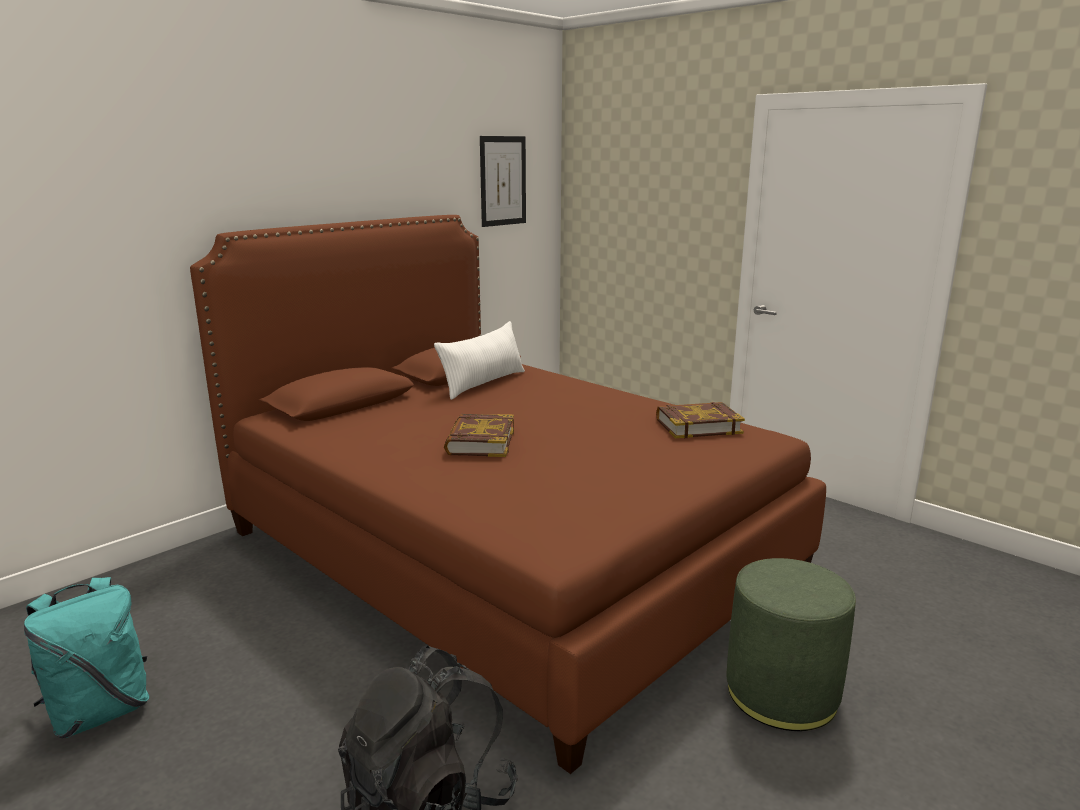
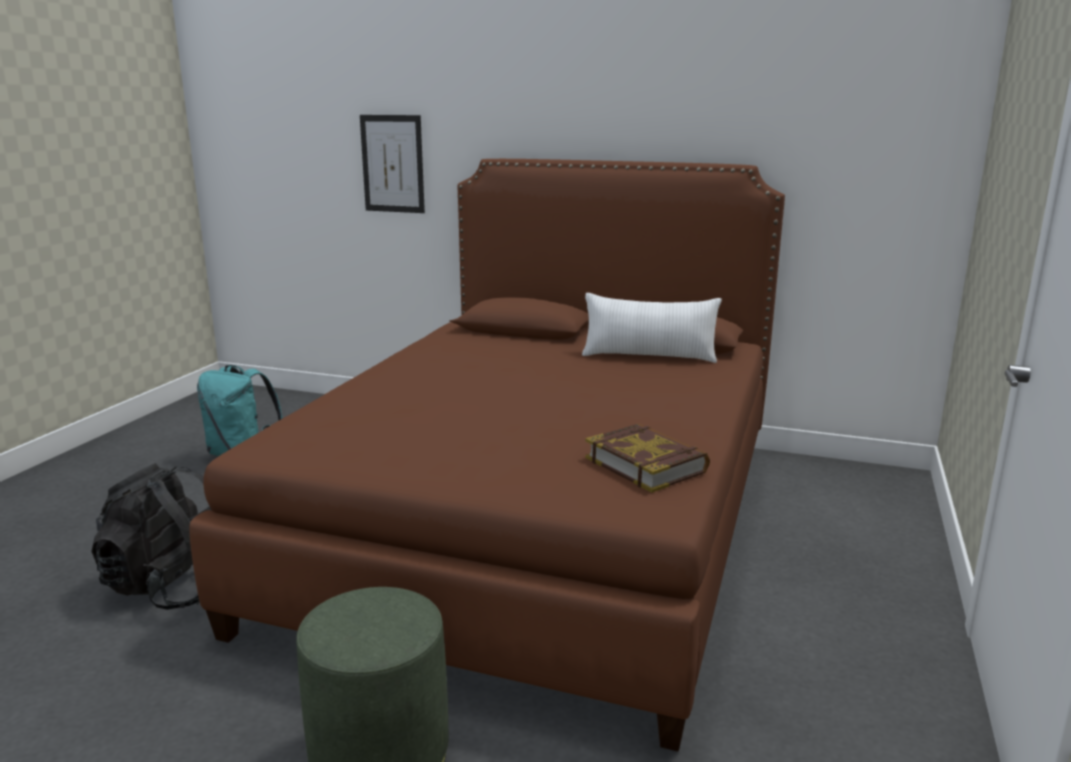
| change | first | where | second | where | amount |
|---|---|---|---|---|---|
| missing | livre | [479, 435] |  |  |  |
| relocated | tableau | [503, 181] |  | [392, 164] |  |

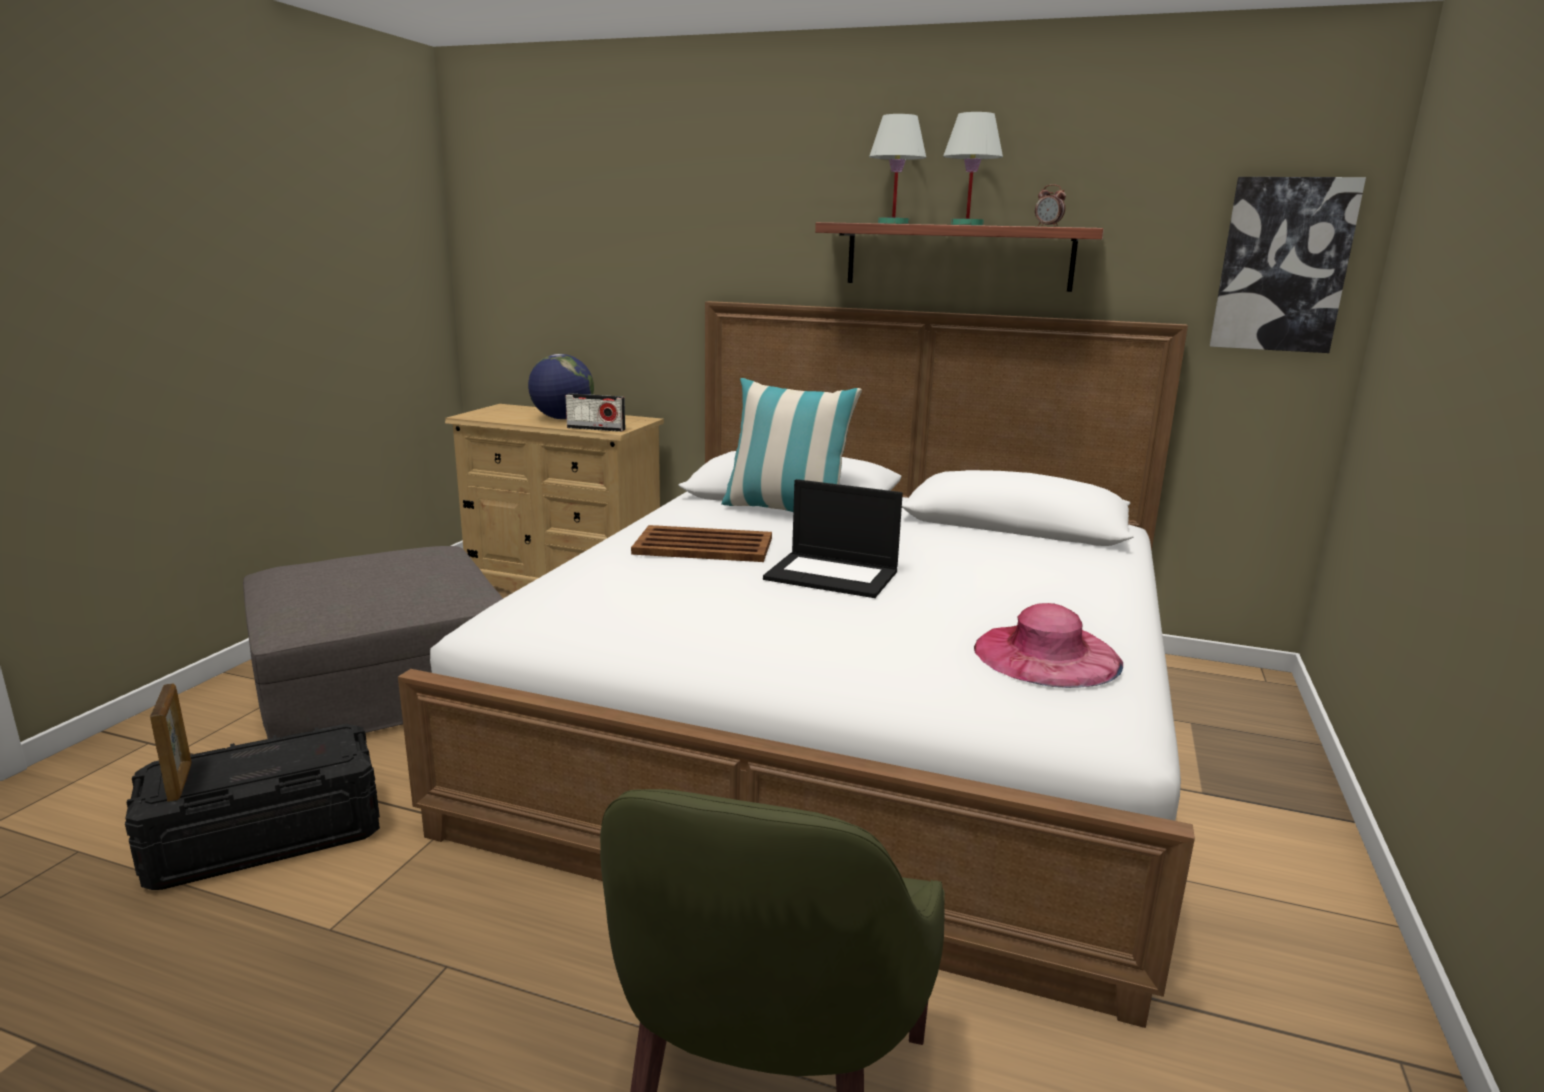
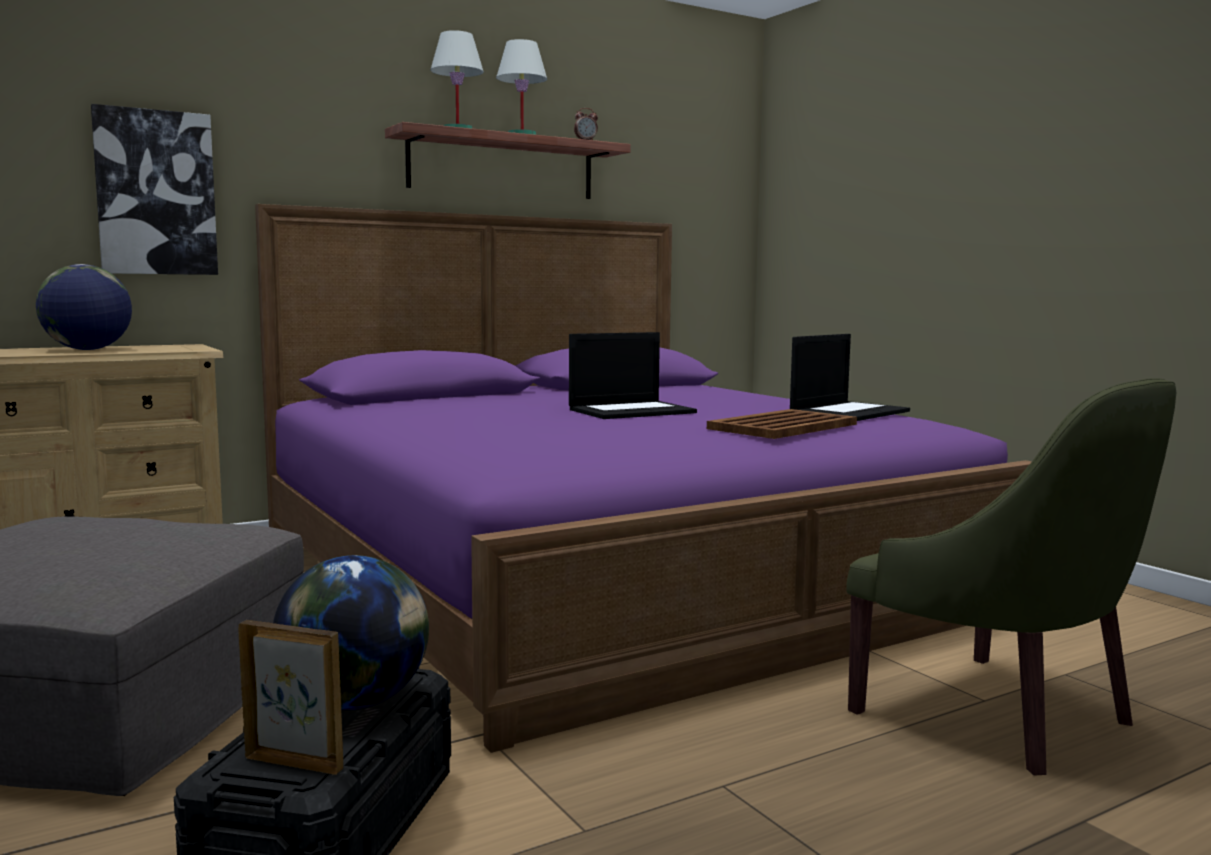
| change | first | where | second | where | amount |
|---|---|---|---|---|---|
| colour | lit (blanc) | [796, 664] | lit (violet) | [643, 478] |  |
| missing | radio | [595, 412] |  |  |  |
| relocated | plateau (marron) | [701, 543] |  | [782, 424] |  |
| missing | coussin | [791, 445] |  |  |  |
| exchanged | chapeau (rose) | [1048, 645] | ordinateur portable | [850, 377] |  |
| relocated | tableau | [1288, 265] |  | [154, 189] |  |
| appeared |  |  | globe | [351, 632] |  |

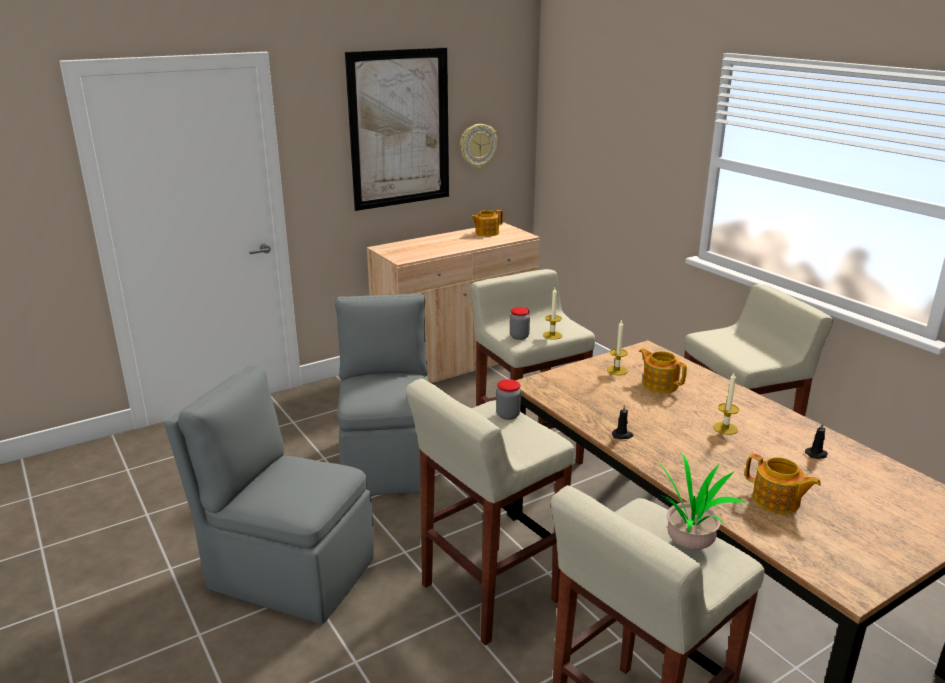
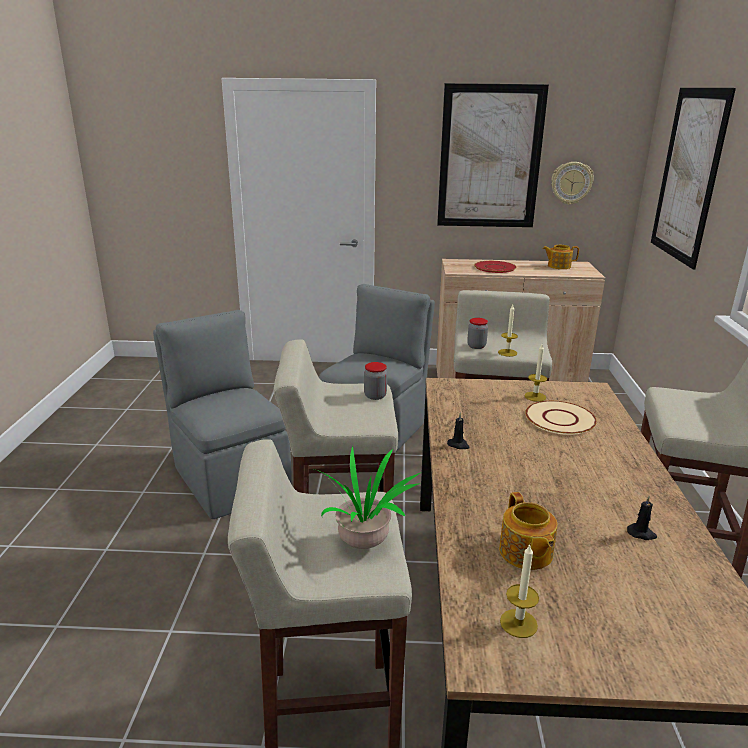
| change | first | where | second | where | amount |
|---|---|---|---|---|---|
| exchanged | théière | [663, 370] | assiette (beige) | [561, 418] |  |
| relocated | bougie | [726, 404] |  | [519, 591] |  |
| appeared |  |  | assiette (rouge) | [495, 267] |  |
| appeared |  |  | tableau | [693, 179] |  |

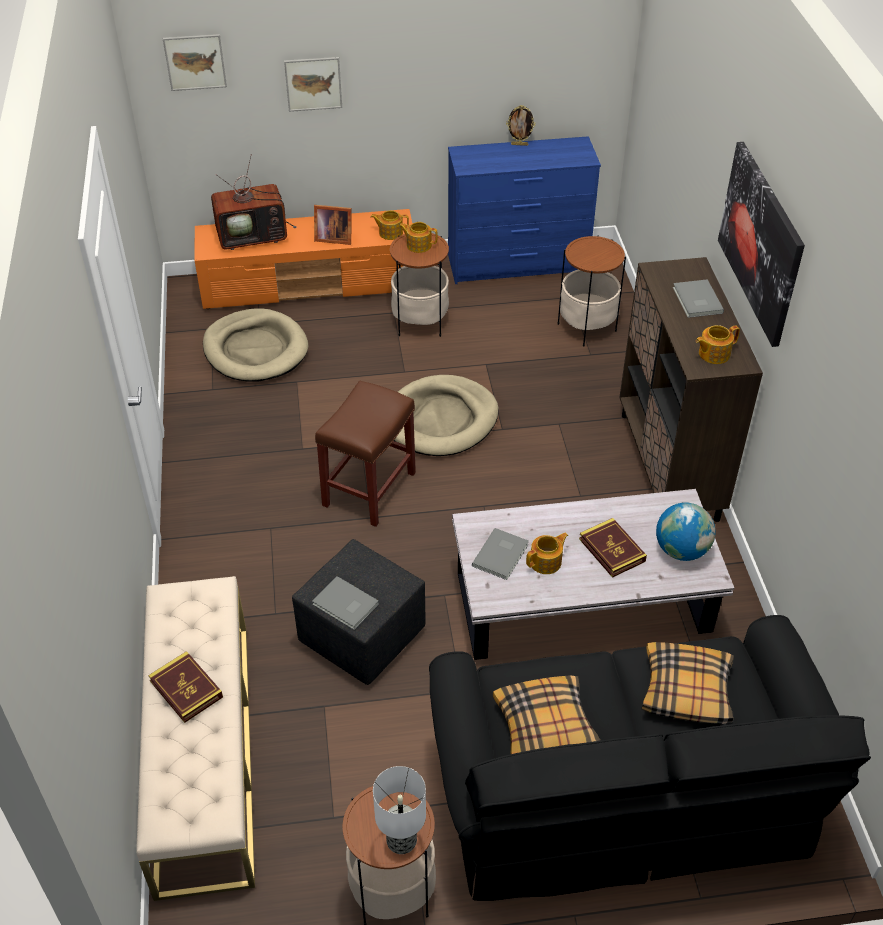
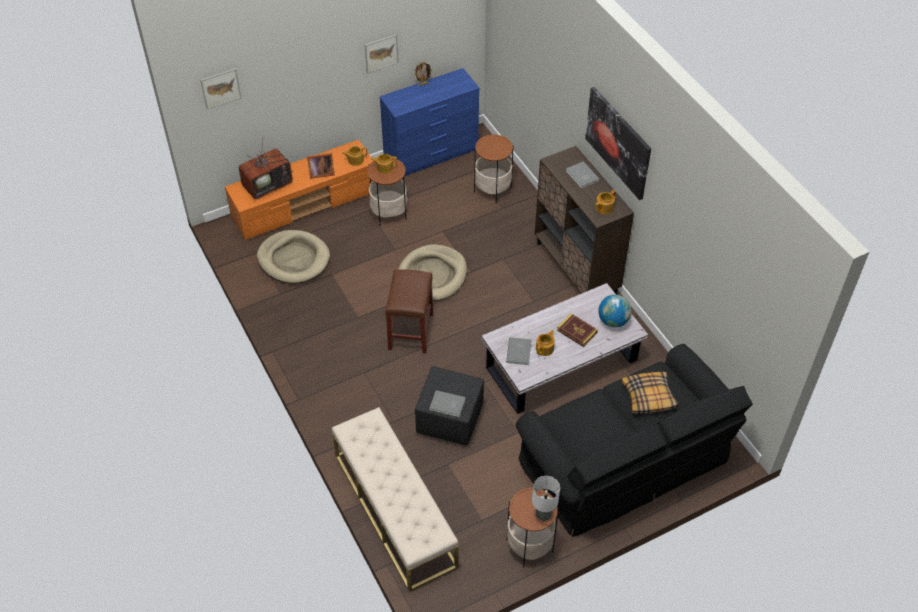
| change | first | where | second | where | amount |
|---|---|---|---|---|---|
| missing | livre | [185, 687] |  |  |  |
| relocated | tableau | [313, 84] |  | [382, 54] |  |
| missing | coussin | [546, 714] |  |  |  |

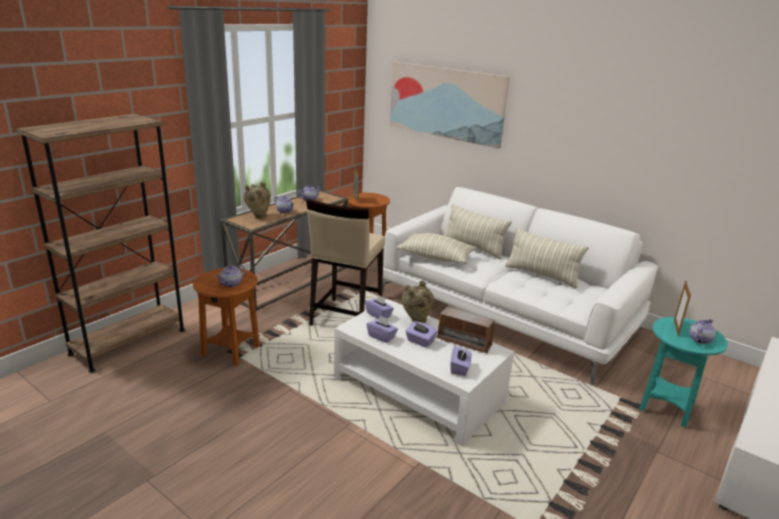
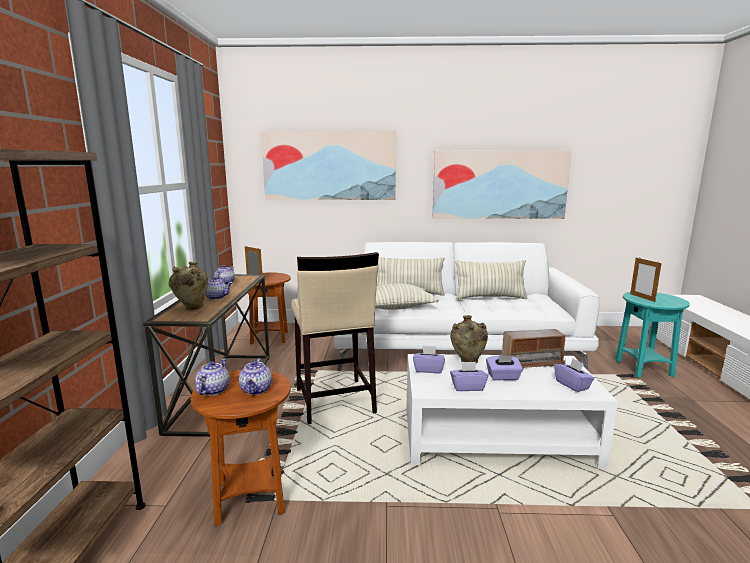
| change | first | where | second | where | amount |
|---|---|---|---|---|---|
| relocated | théière | [702, 331] |  | [212, 377] |  |
| appeared |  |  | tableau | [502, 185] |  |

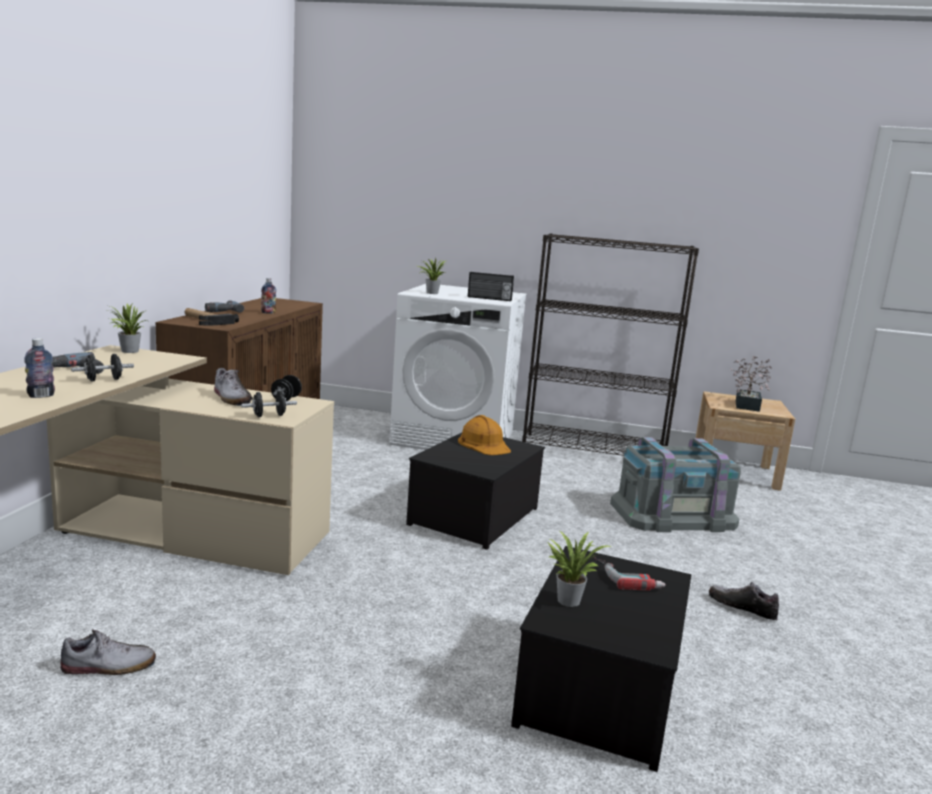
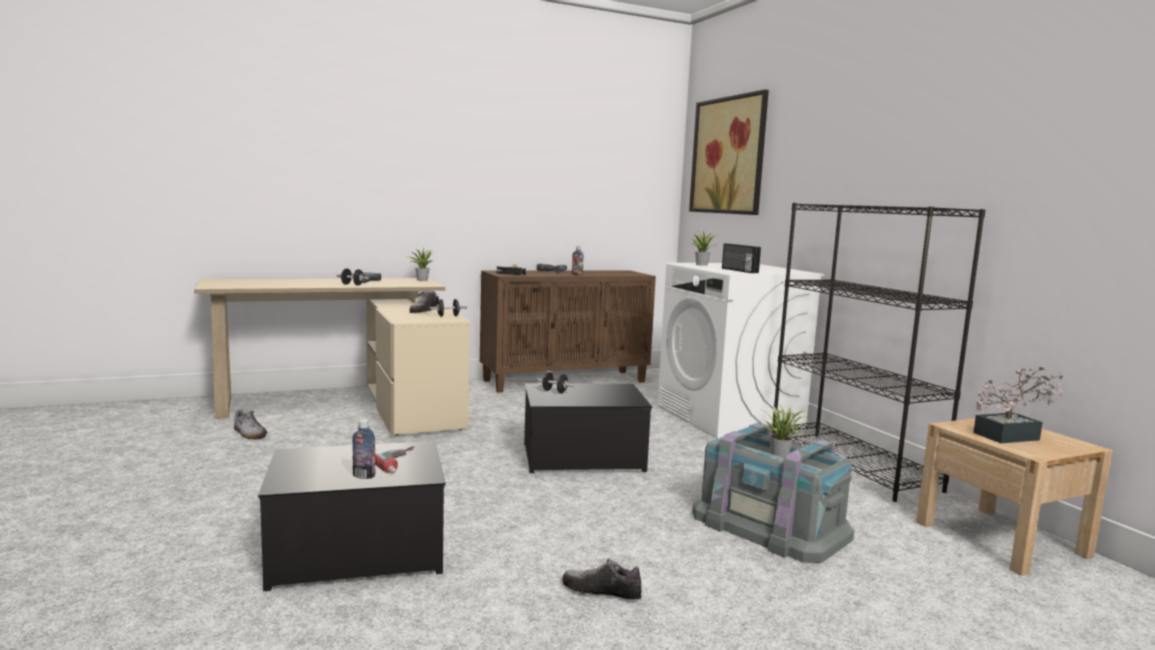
| change | first | where | second | where | amount |
|---|---|---|---|---|---|
| relocated | bouteille | [39, 368] |  | [364, 449] |  |
| relocated | haltère (noir) | [269, 404] |  | [555, 382] |  |
| missing | casque de chantier (orange) | [484, 435] |  |  |  |
| relocated | plante en pot | [579, 569] |  | [784, 431] |  |
| spun | chaussure | [744, 601] |  | [602, 579] | 75 degrees counterclockwise |
| appeared |  |  | tableau | [729, 152] |  |

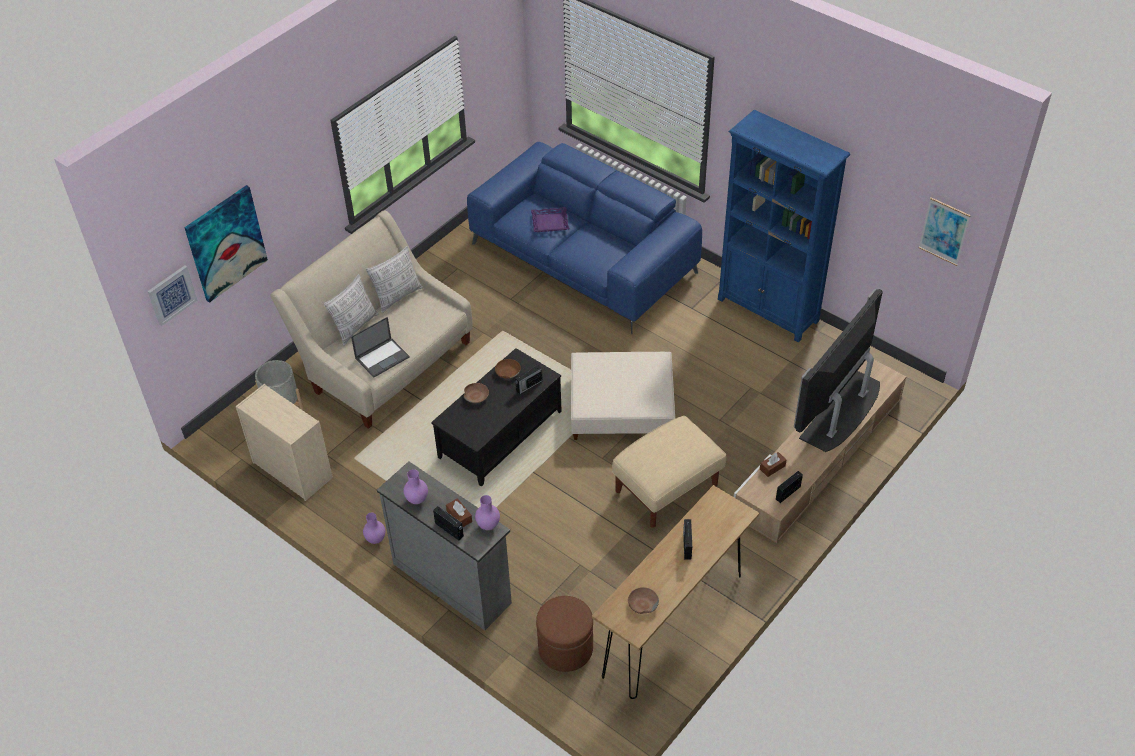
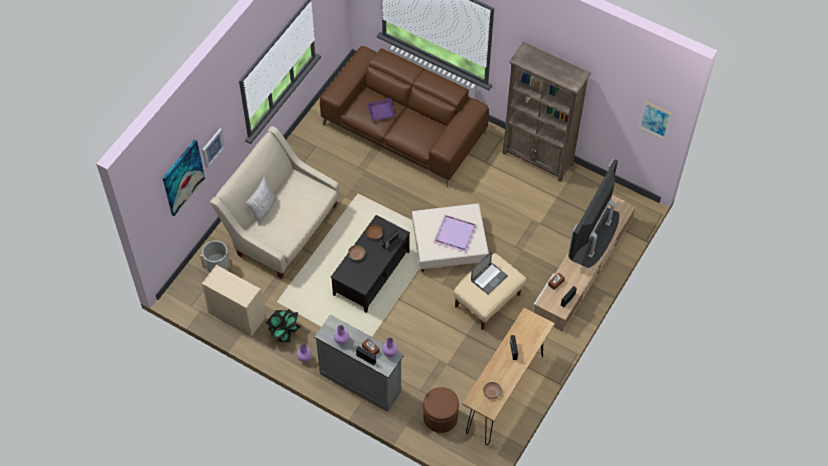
| change | first | where | second | where | amount |
|---|---|---|---|---|---|
| relocated | tableau | [172, 295] |  | [213, 148] |  |
| relocated | ordinateur portable | [380, 347] |  | [489, 273] |  |
| missing | coussin | [394, 279] |  |  |  |
| colour | canapé (bleu) | [584, 238] | canapé (marron) | [404, 116] |  |
| colour | bibliothèque (bleu) | [784, 226] | bibliothèque (marron) | [546, 112] |  |
| appeared |  |  | plante en pot | [283, 326] |  |
| appeared |  |  | plateau (violet) | [455, 233] |  |

